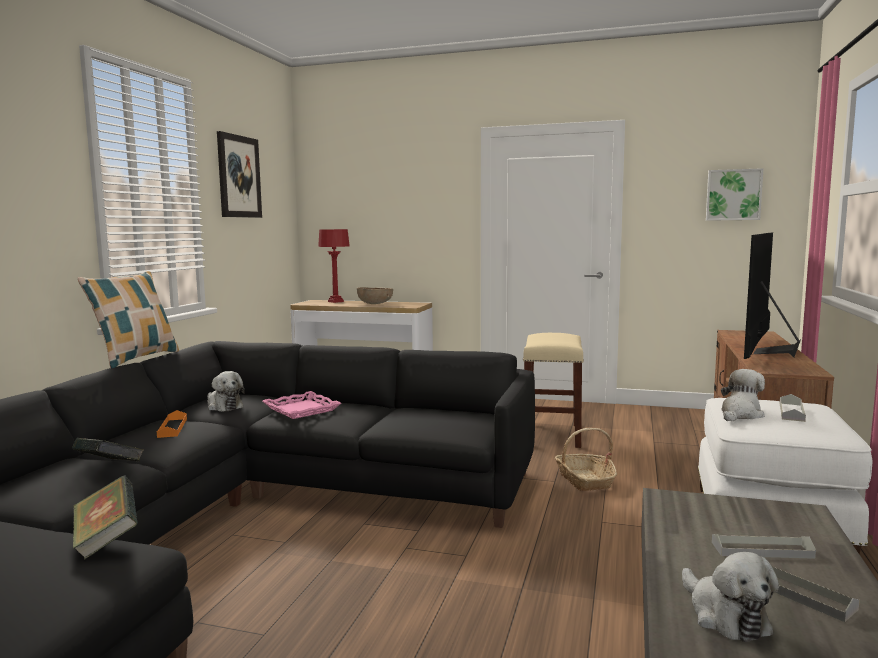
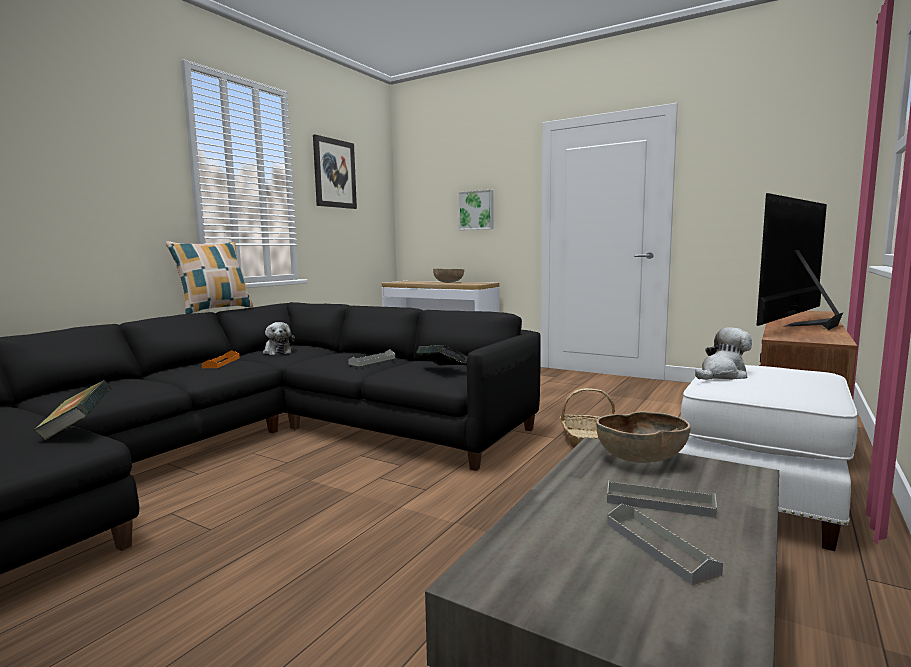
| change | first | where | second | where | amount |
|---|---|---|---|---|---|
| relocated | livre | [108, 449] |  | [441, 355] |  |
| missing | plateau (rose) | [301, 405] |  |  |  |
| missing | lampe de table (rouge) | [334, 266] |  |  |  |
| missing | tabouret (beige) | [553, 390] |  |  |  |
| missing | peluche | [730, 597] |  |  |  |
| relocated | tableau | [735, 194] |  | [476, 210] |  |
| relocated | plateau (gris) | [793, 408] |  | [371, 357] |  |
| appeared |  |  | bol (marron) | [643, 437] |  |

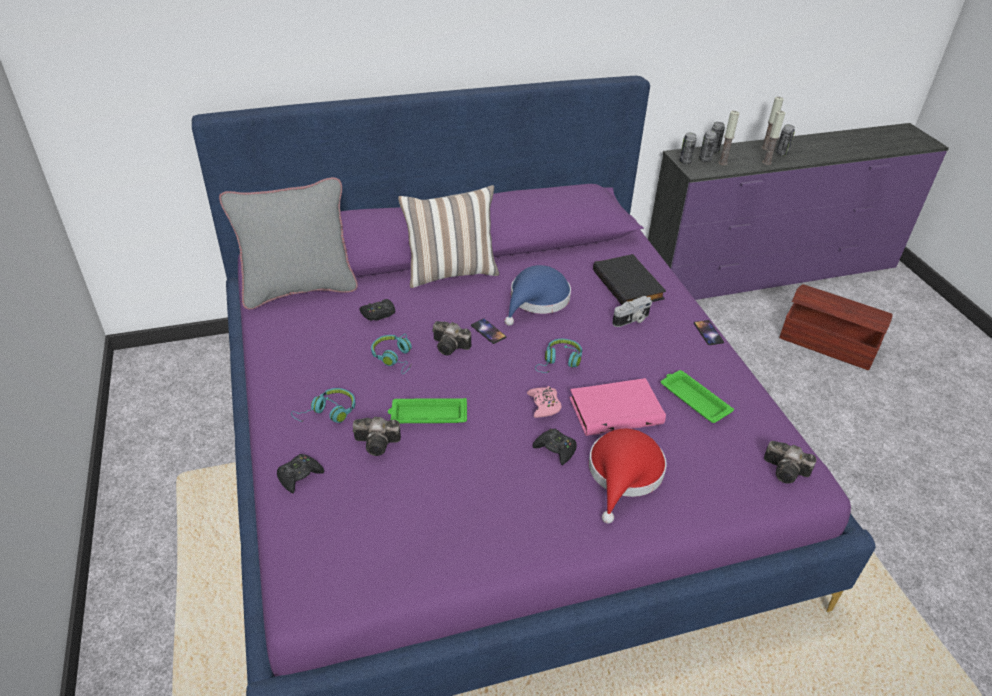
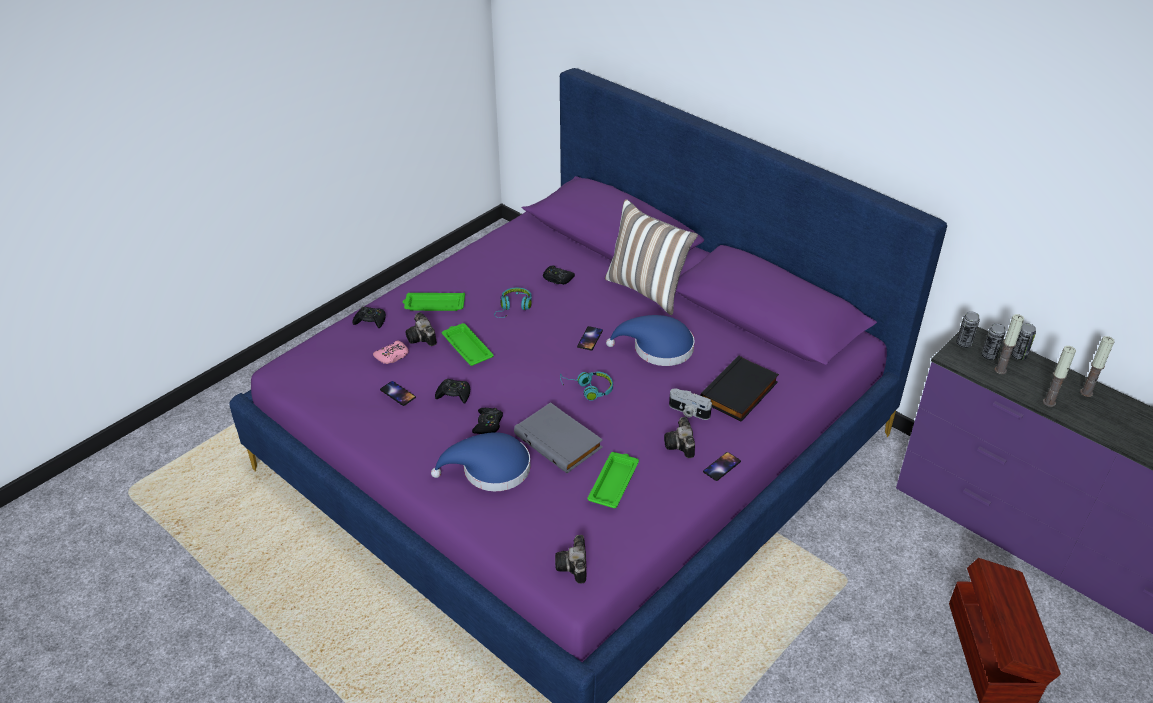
| change | first | where | second | where | amount |
|---|---|---|---|---|---|
| missing | coussin (gris) | [288, 243] |  |  |  |
| exchanged | casque audio (turquoise) | [323, 405] | plateau (vert) | [434, 302] |  |
| relocated | appareil photo | [451, 338] |  | [679, 437] |  |
| relocated | manette (rose) | [544, 402] |  | [390, 352] |  |
| colour | livre (rose) | [617, 407] | livre (gris) | [558, 437] |  |
| colour | chapeau (rouge) | [628, 476] | chapeau (bleu) | [480, 461] |  |
| missing | boîte métallique | [785, 140] |  |  |  |
| appeared |  |  | téléphone | [398, 393] |  |
| appeared |  |  | manette (noir) | [452, 391] |  |

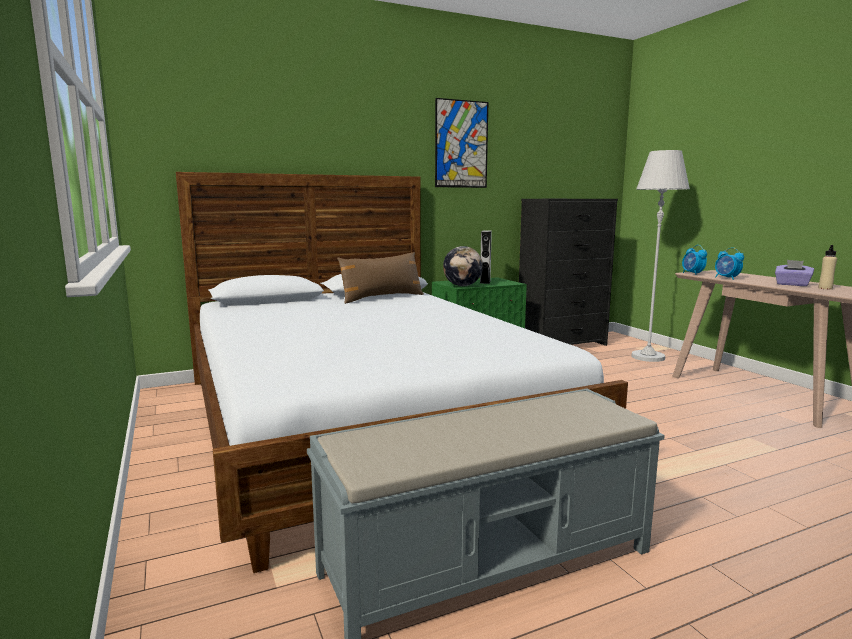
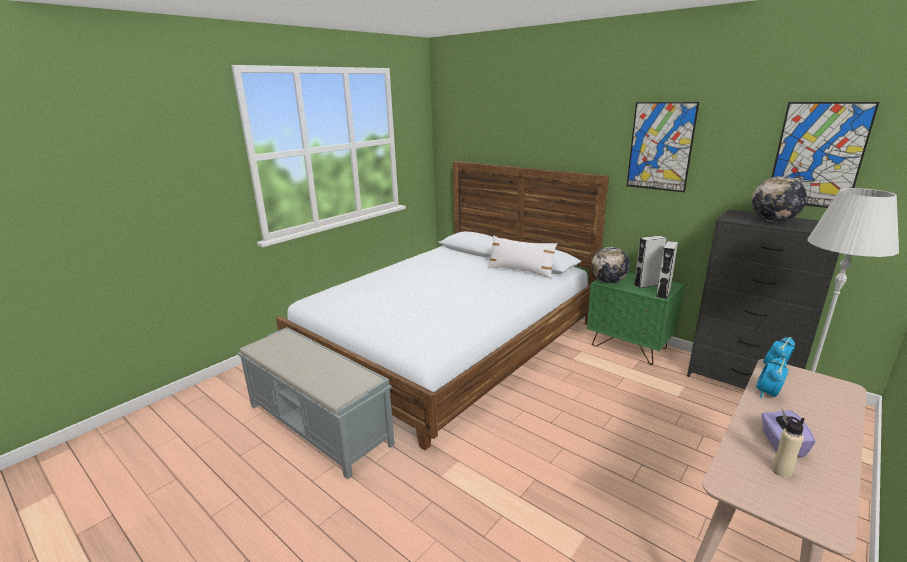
| change | first | where | second | where | amount |
|---|---|---|---|---|---|
| colour | coussin (marron) | [380, 278] | coussin (blanc) | [522, 257] |  |
| appeared |  |  | enceinte (gris) | [667, 270] |  |
| appeared |  |  | globe | [779, 199] |  |
| appeared |  |  | tableau | [825, 155] |  |

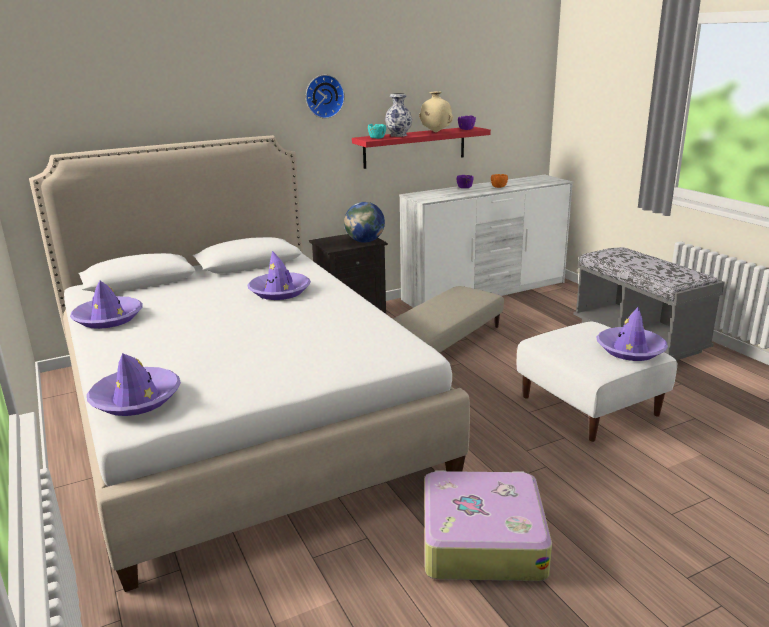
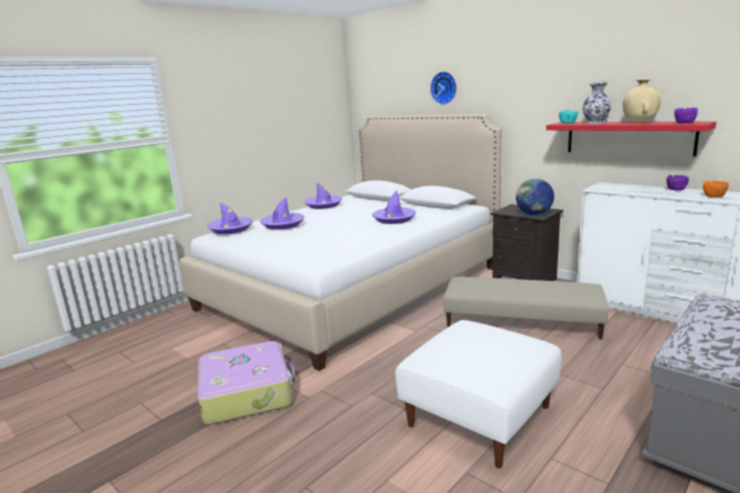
| change | first | where | second | where | amount |
|---|---|---|---|---|---|
| relocated | horloge murale | [325, 97] |  | [443, 88] |  |
| relocated | chapeau (violet) | [632, 334] |  | [282, 213] |  |

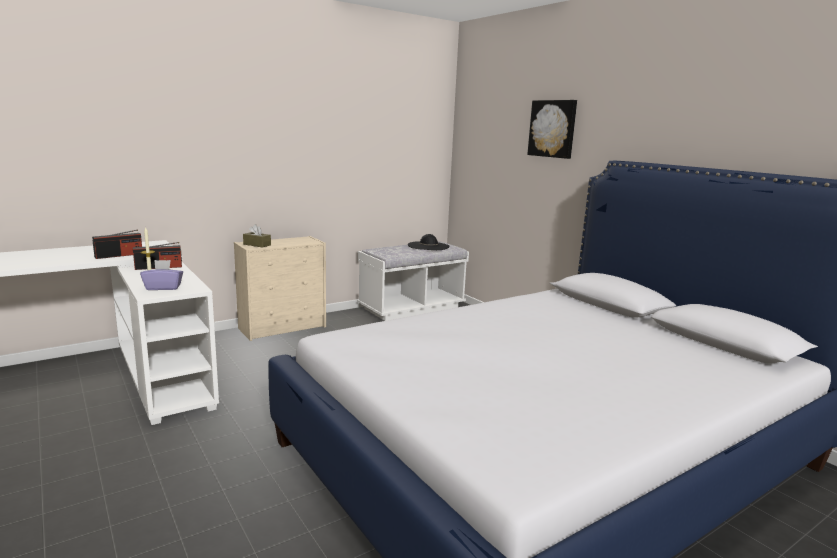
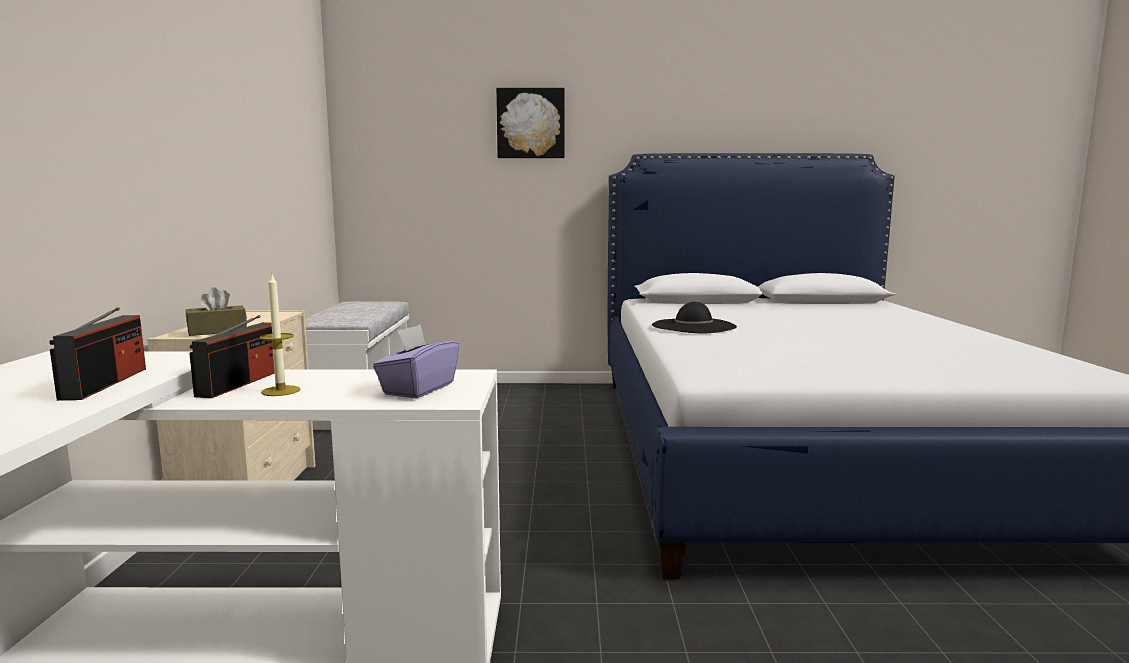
| change | first | where | second | where | amount |
|---|---|---|---|---|---|
| relocated | chapeau (noir) | [429, 242] |  | [694, 317] |  |

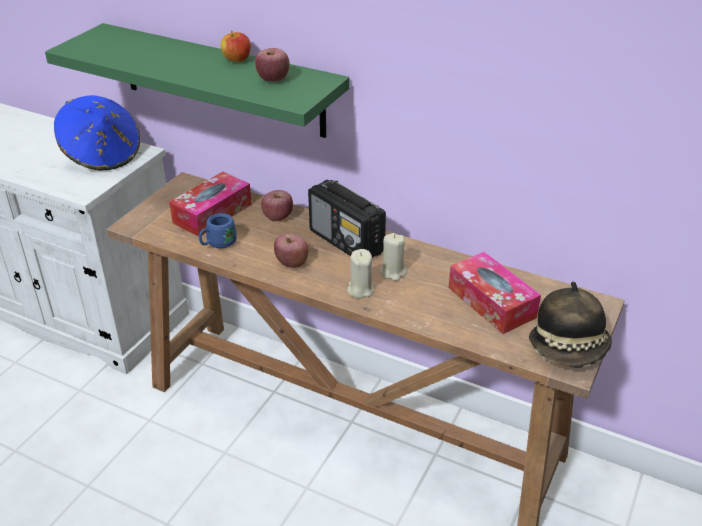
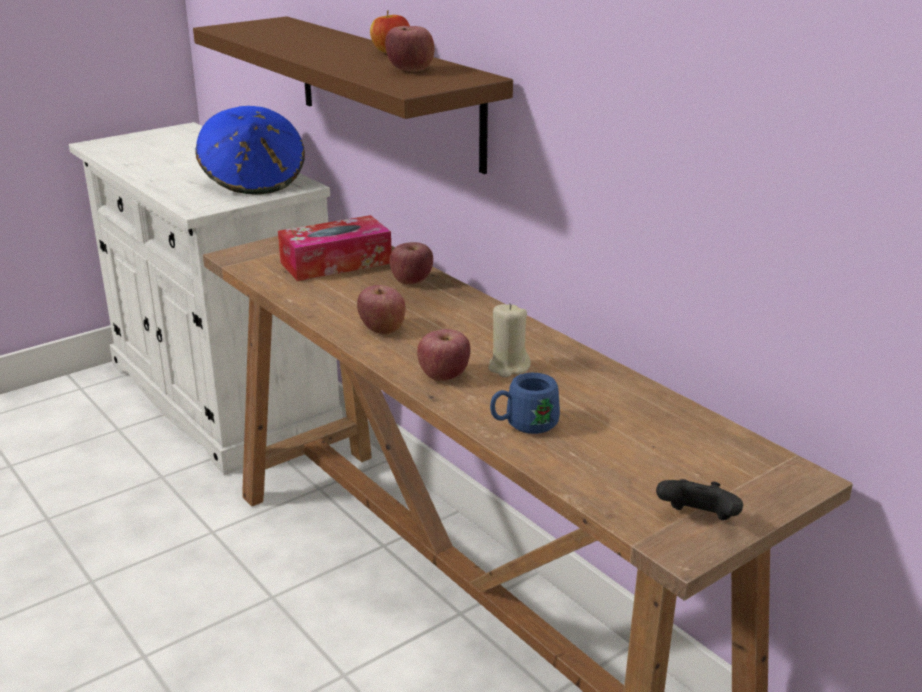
| change | first | where | second | where | amount |
|---|---|---|---|---|---|
| colour | étagère (vert) | [197, 80] | étagère (marron) | [353, 95] |  |
| relocated | mug (bleu) | [218, 230] |  | [525, 403] |  |
| missing | radio | [347, 219] |  |  |  |
| exchanged | bougie (beige) | [360, 273] | pomme | [443, 355] |  |
| missing | boîte à mouchoirs | [495, 293] |  |  |  |
| exchanged | chapeau | [570, 325] | manette (noir) | [699, 499] |  |

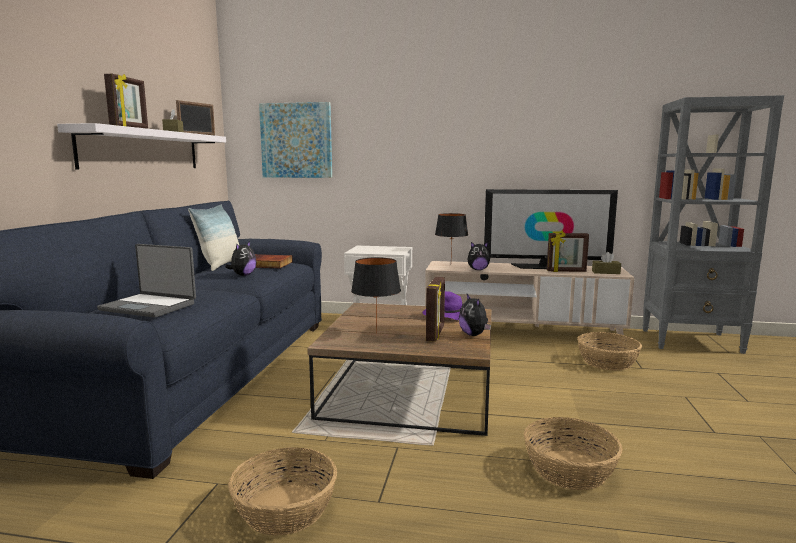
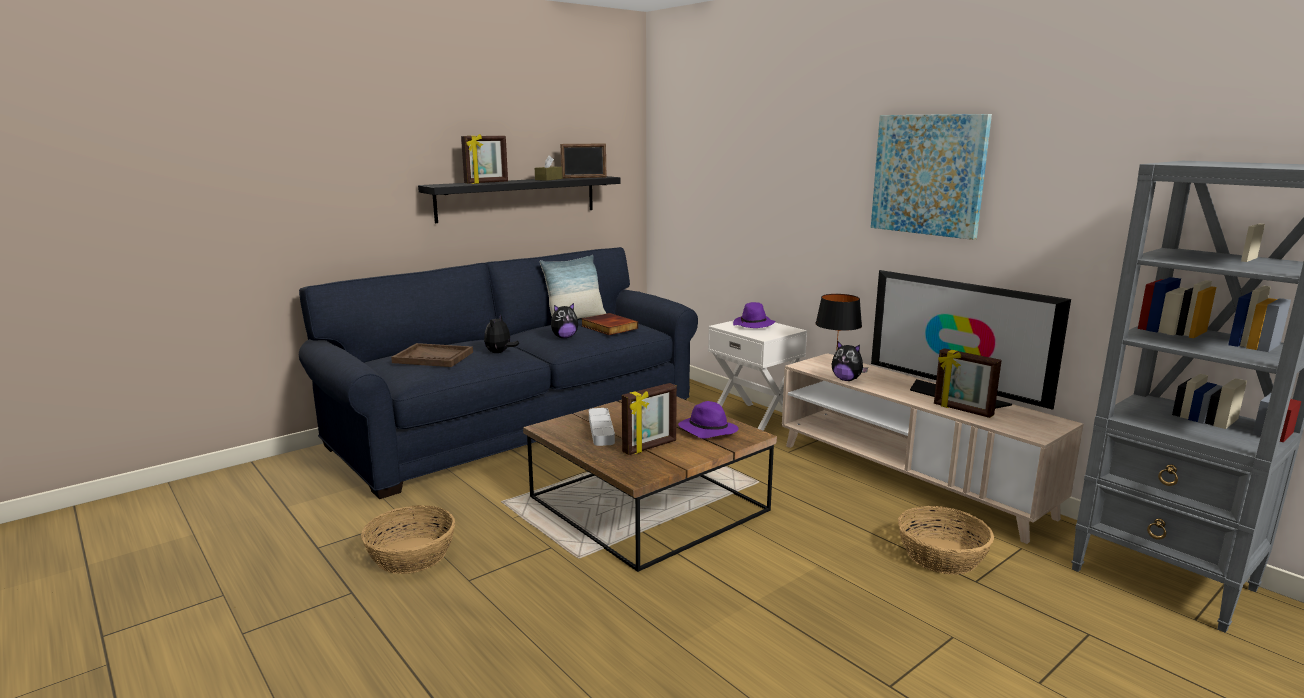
| change | first | where | second | where | amount |
|---|---|---|---|---|---|
| colour | étagère (blanc) | [141, 146] | étagère (noir) | [519, 199] |  |
| exchanged | ordinateur portable | [146, 280] | plateau (marron) | [432, 355] |  |
| relocated | tableau | [295, 140] |  | [931, 177] |  |
| exchanged | lampe de table (noir) | [376, 295] | plateau (gris) | [602, 427] |  |
| relocated | peluche | [475, 315] |  | [501, 333] |  |
| missing | panier | [573, 453] |  |  |  |
| missing | boîte à mouchoirs (marron) | [606, 263] |  |  |  |
| appeared |  |  | chapeau (violet) | [754, 315] |  |

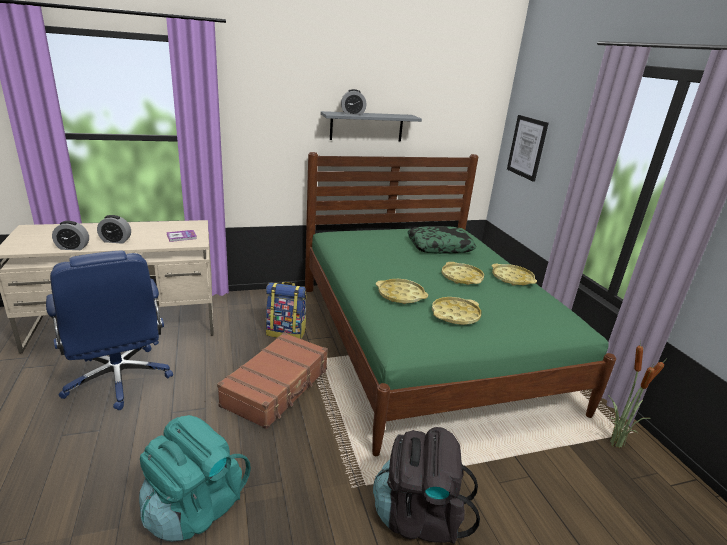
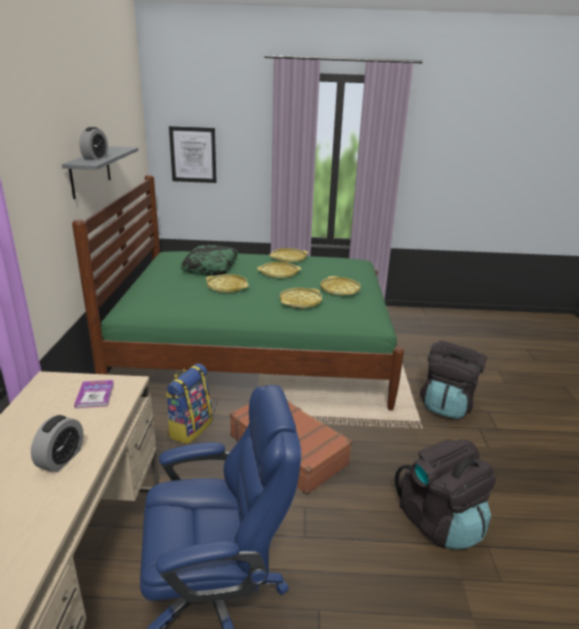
| change | first | where | second | where | amount |
|---|---|---|---|---|---|
| missing | réveil | [70, 235] |  |  |  |
| colour | sac à dos (turquoise) | [195, 478] | sac à dos (noir) | [445, 494] |  |
| missing | plante en pot | [636, 394] |  |  |  |
| appeared |  |  | plateau (jaune) | [227, 283] |  |

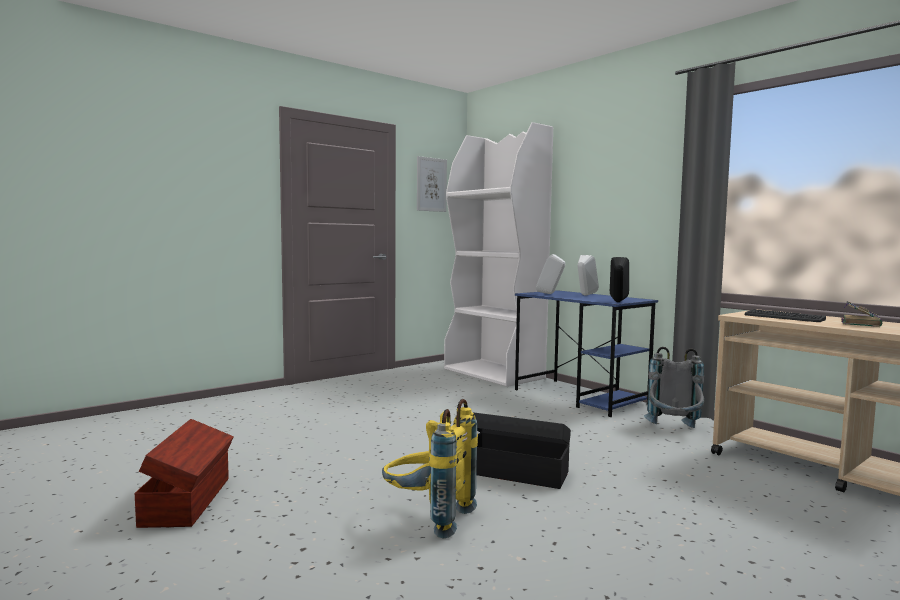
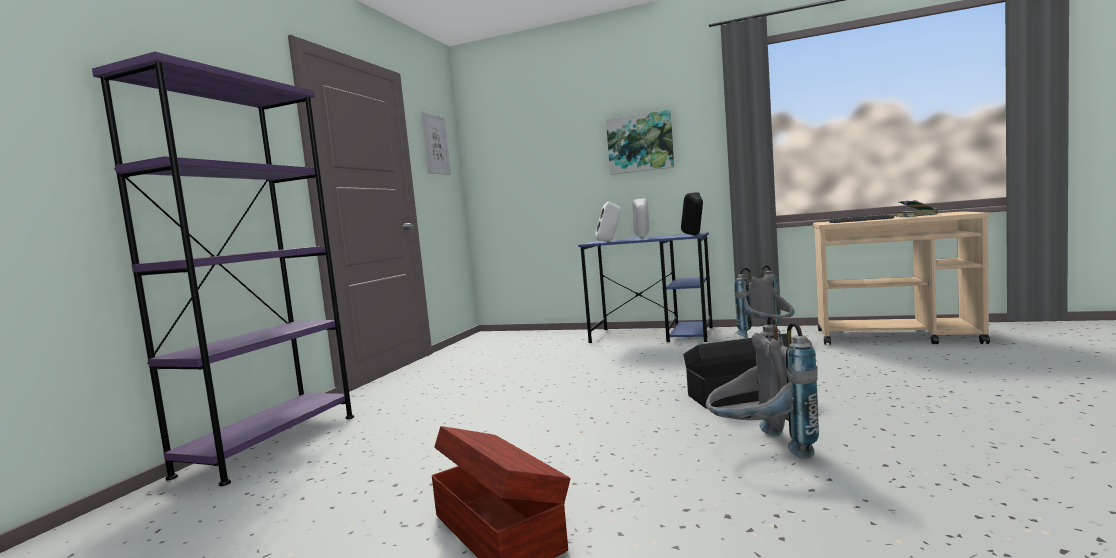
| change | first | where | second | where | amount |
|---|---|---|---|---|---|
| colour | sac à dos (jaune) | [430, 469] | sac à dos (gris) | [762, 387] |  |
| missing | bibliothèque (blanc) | [498, 254] |  |  |  |
| appeared |  |  | bibliothèque (violet) | [223, 269] |  |
| appeared |  |  | tableau | [640, 142] |  |

